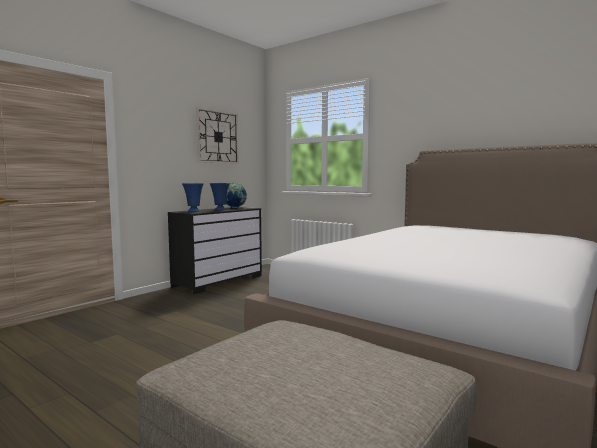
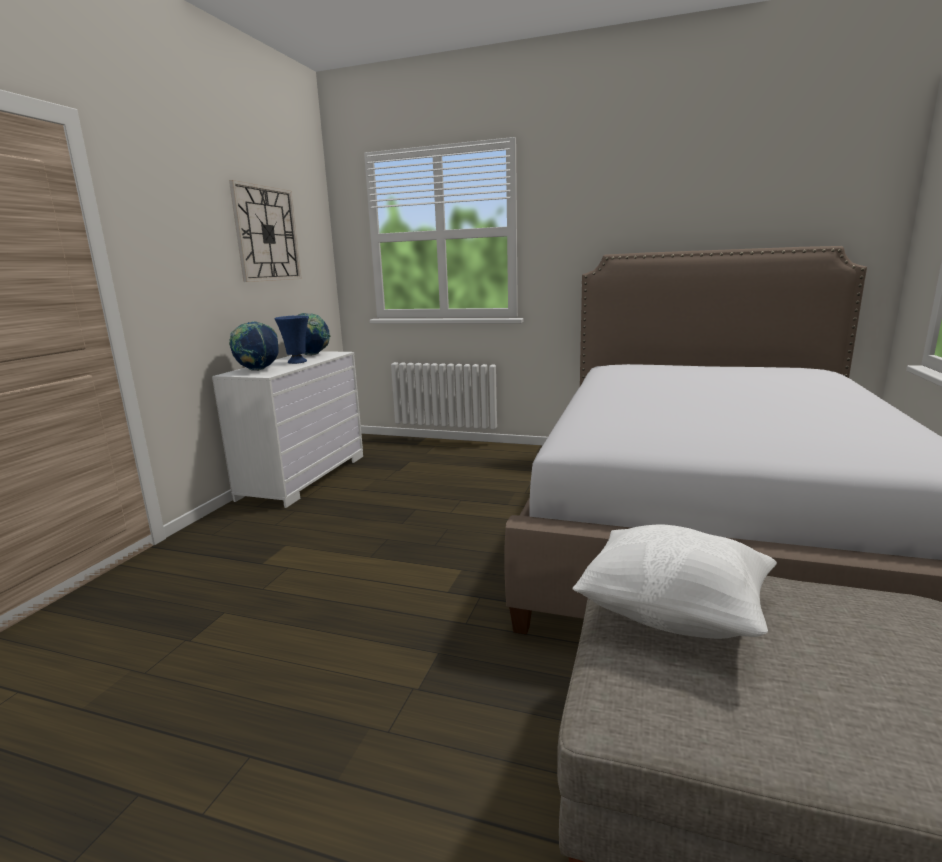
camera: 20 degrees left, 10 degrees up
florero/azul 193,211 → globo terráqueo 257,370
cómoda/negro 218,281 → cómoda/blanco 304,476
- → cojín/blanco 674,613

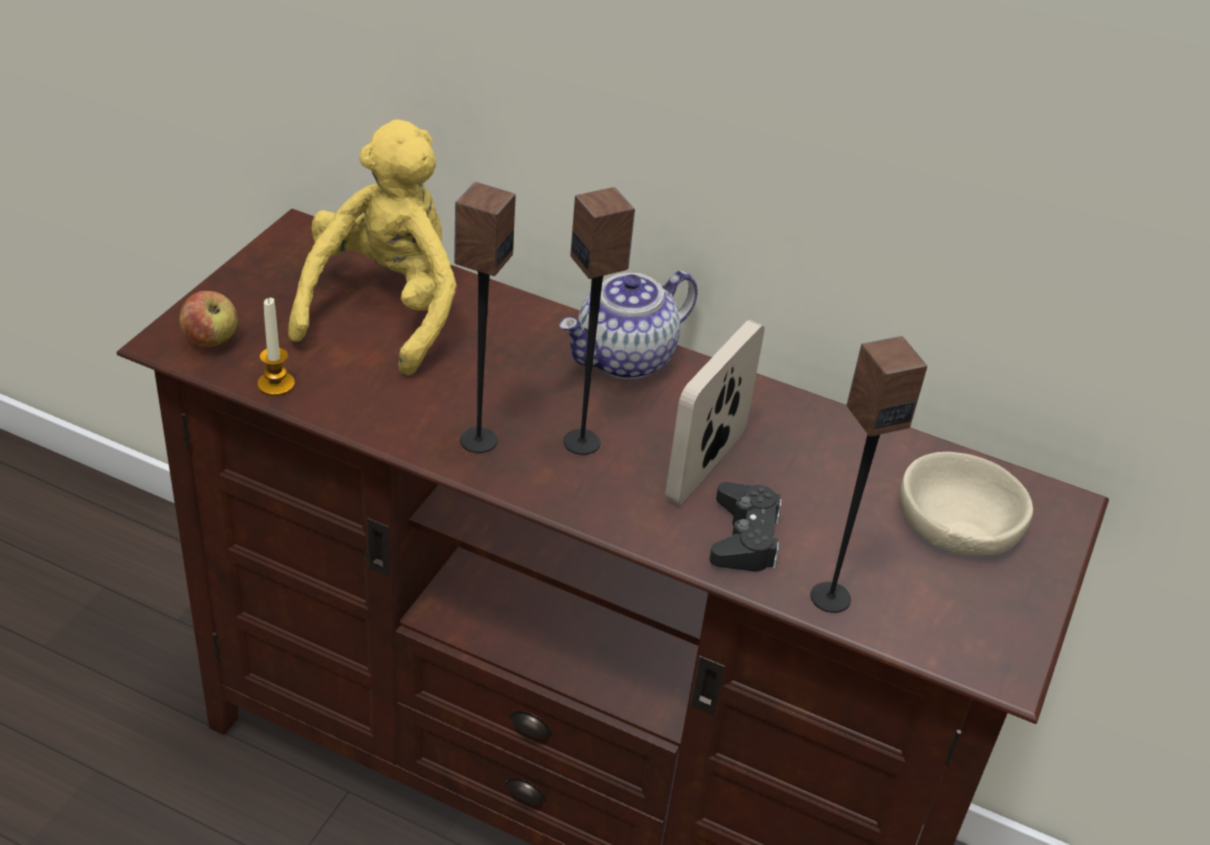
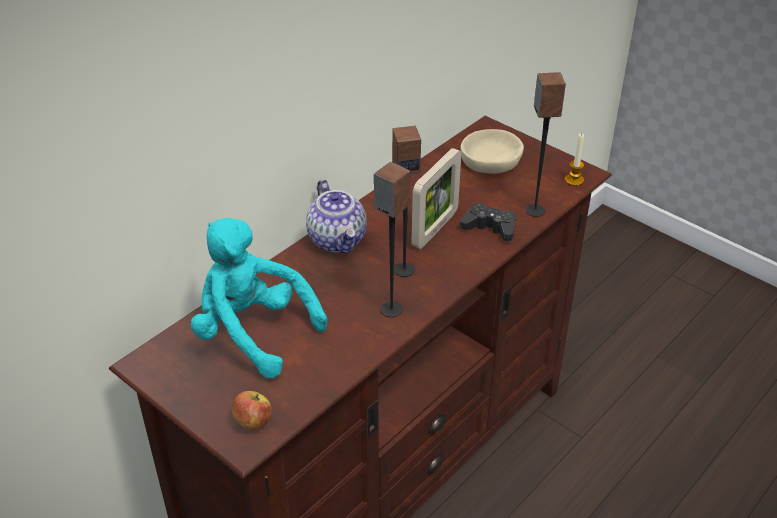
camera: 70 degrees left, 0 degrees up
peluche/amarillo 384,310 → peluche/turquesa 252,332
vela 276,384 → vela 574,180, shifted
portarretratos 705,466 → portarretratos 435,229, 105 degrees counterclockwise

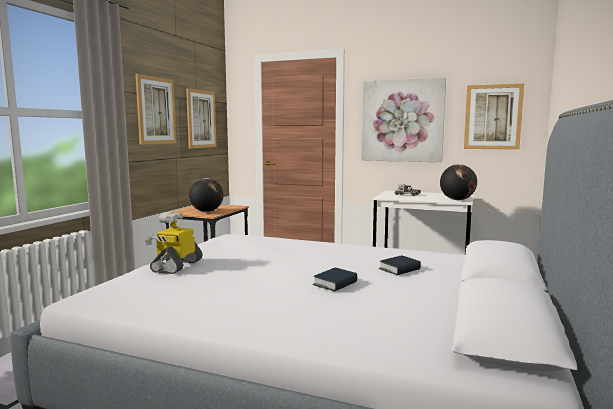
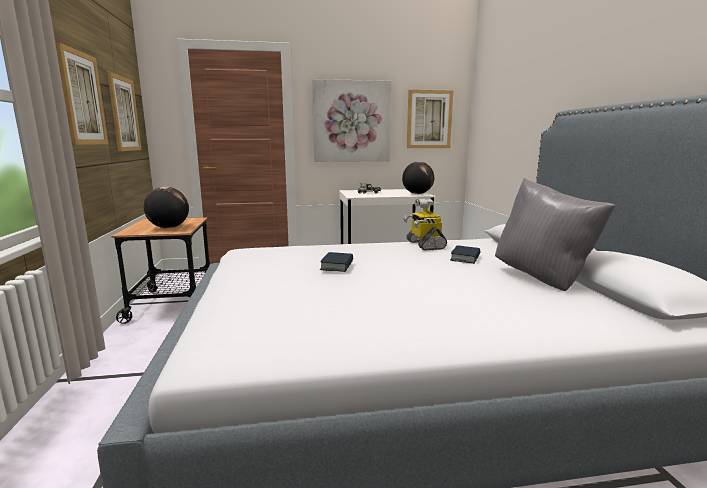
camera: 30 degrees left, 5 degrees up
robot de juguete 176,266 → robot de juguete 424,245, shifted
libro 335,284 → libro 337,266, shifted
- → cojín/gris 542,278

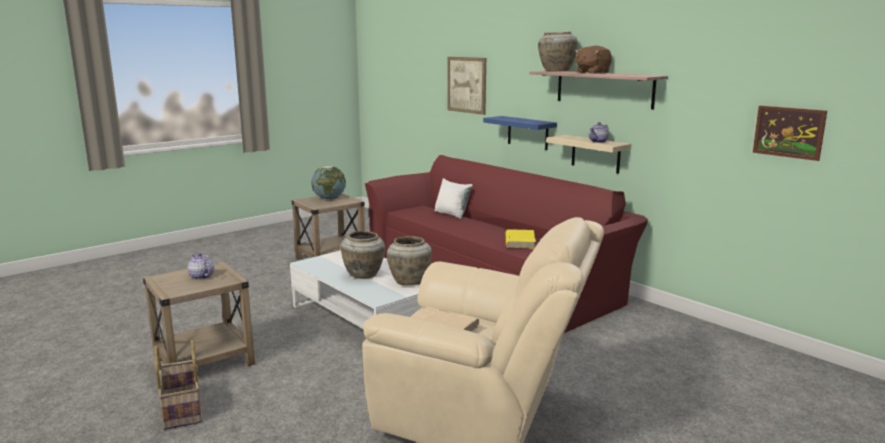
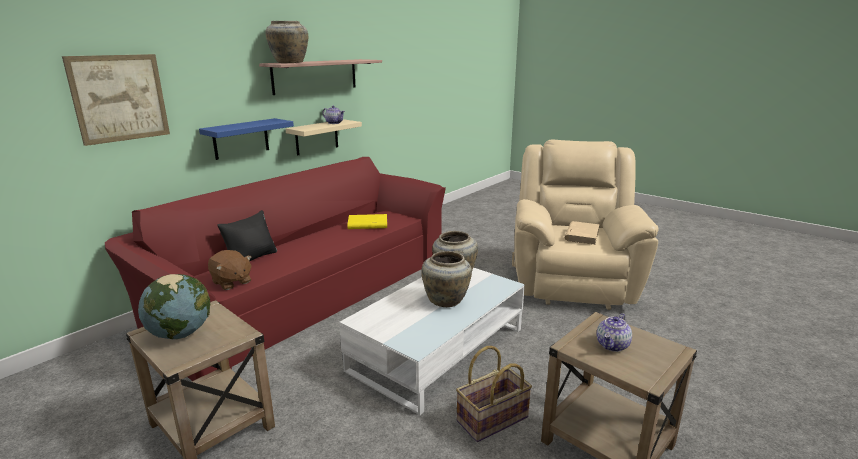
camera: 100 degrees left, 5 degrees up
peluche/marrón 592,73 → peluche/marrón 231,282, shifted
cuadro 788,132 → -
cojín/blanco 452,214 → cojín/negro 252,258
cesta 181,410 → cesta 492,420, shifted

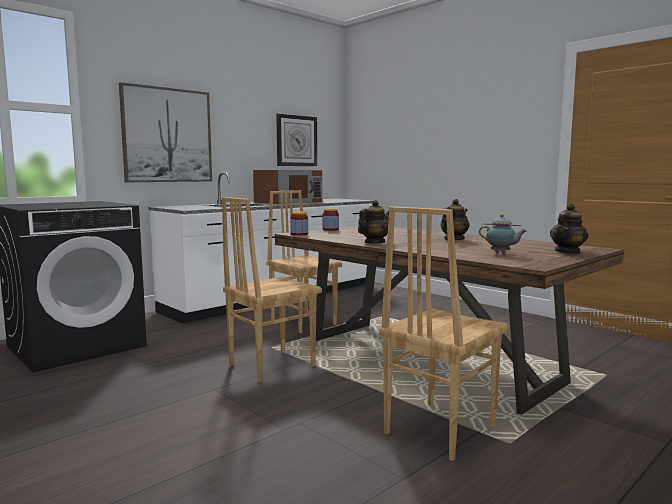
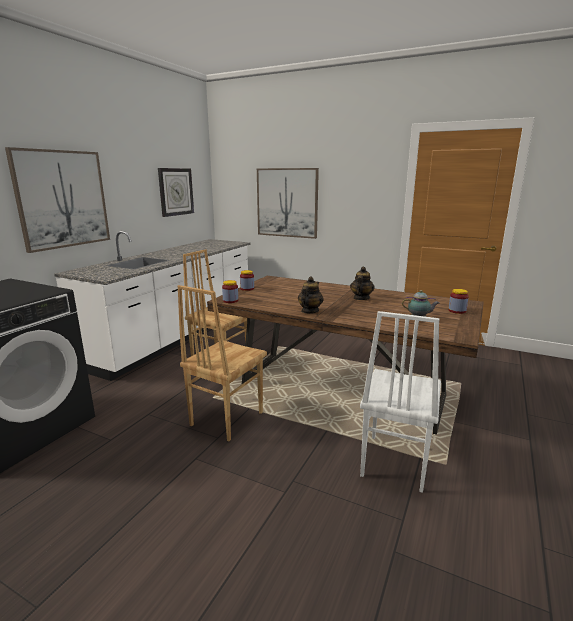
camera: 20 degrees left, 10 degrees up
microondas/marrón 289,202 → -
tetera 568,252 → tarro 457,311
silla/marrón 438,429 → silla/blanco 393,462
- → cuadro 287,203

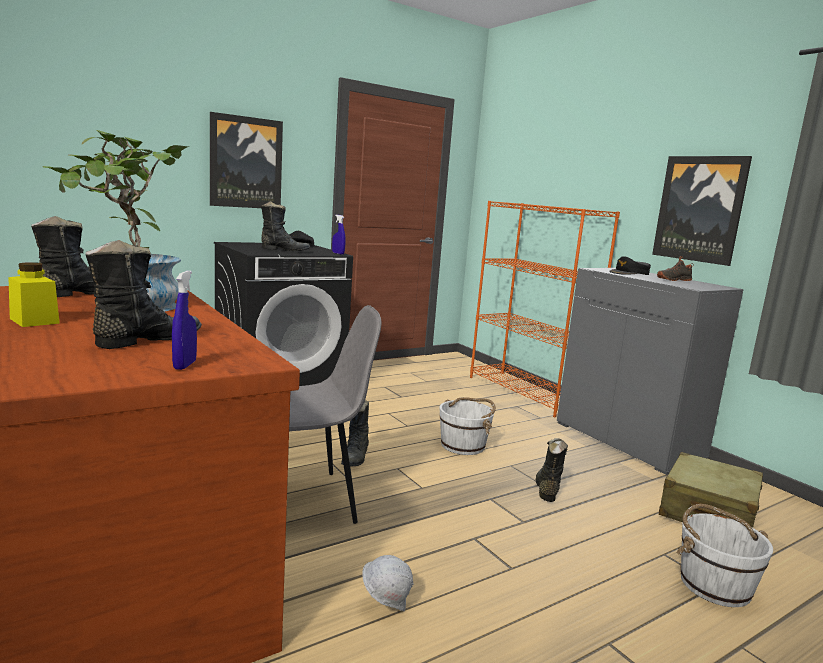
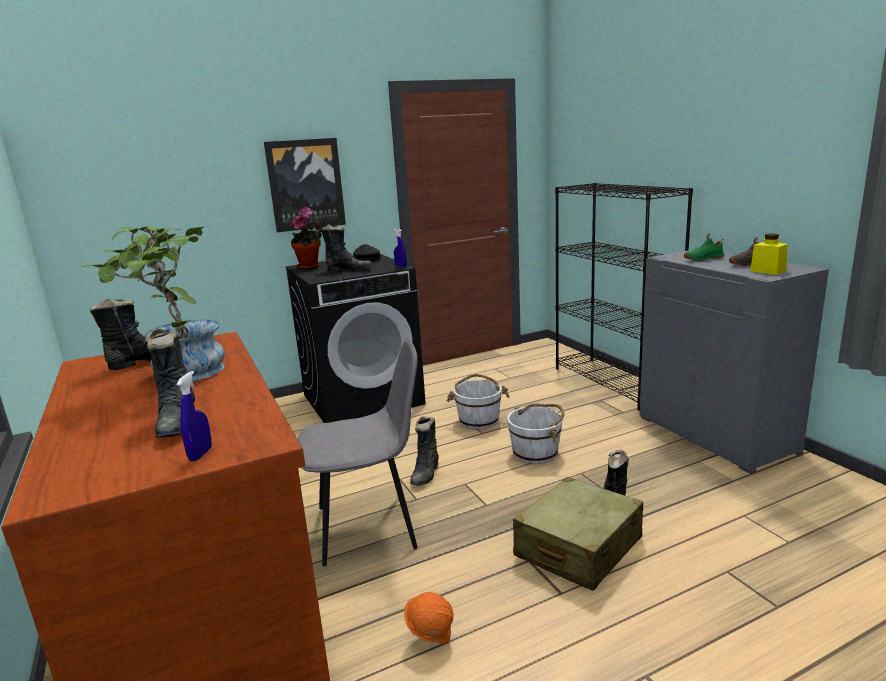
camera: 10 degrees right, 5 degrees up
cuadro 700,209 → -
estantería/naranja 526,393 → estantería/negro 613,382
bota/negro 146,340 → bota/negro 179,422, 120 degrees clockwise
gorra/negro 629,273 → zapato/verde 702,259
tarro/amarillo 34,321 → tarro/amarillo 767,271, shifted
maleta/beis 707,512 → maleta/beis 578,548, shifted
cubo/blanco 714,584 → cubo/blanco 478,420, shifted
casco/blanco 385,605 → casco/naranja 431,637
- → planta en maceta 310,266

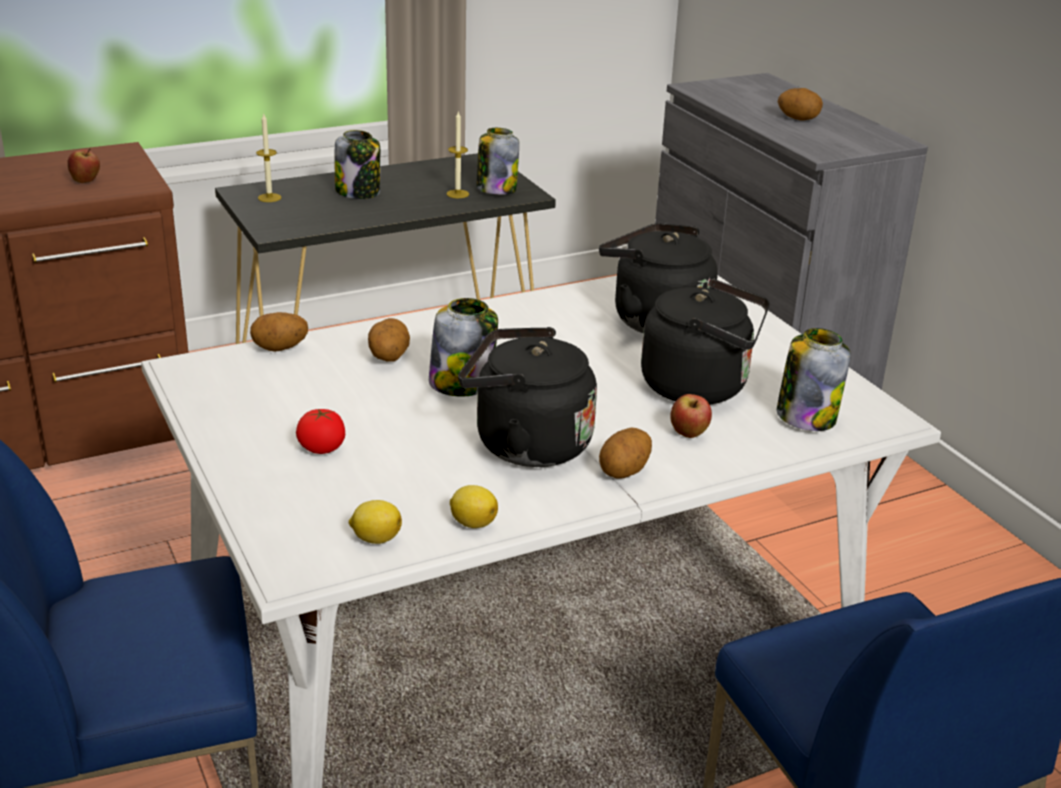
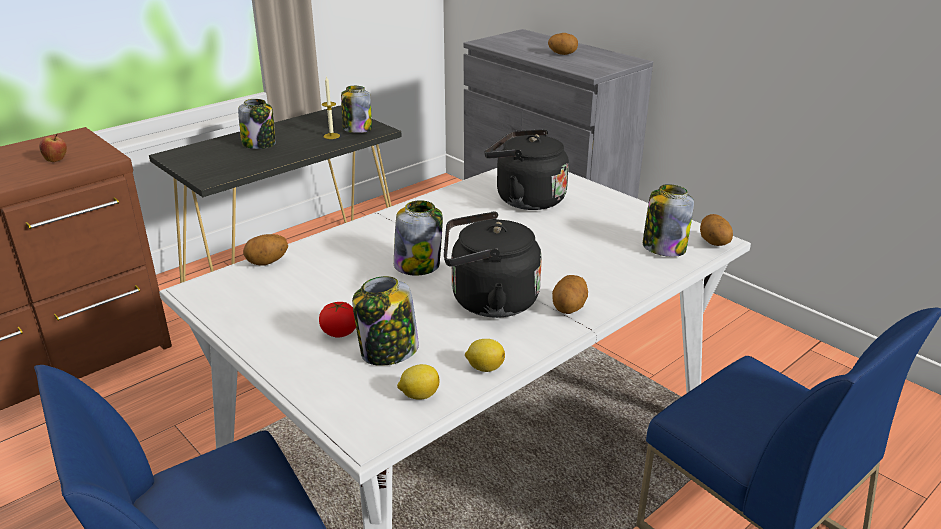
camera: 15 degrees left, 0 degrees up
vela 269,197 → -
hervidor/negro 701,387 → -
patata 388,358 → patata 713,243, shifted
manzana 689,434 → -
- → tarro 388,352

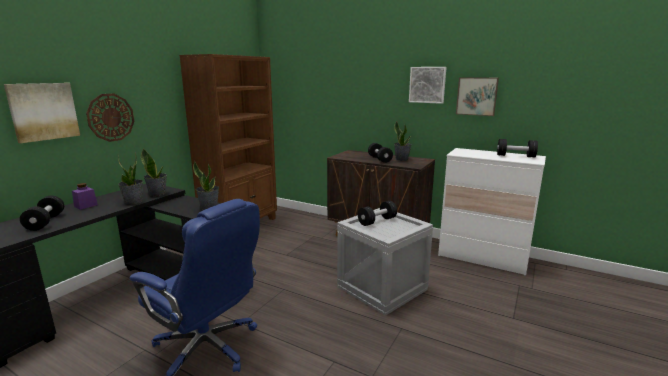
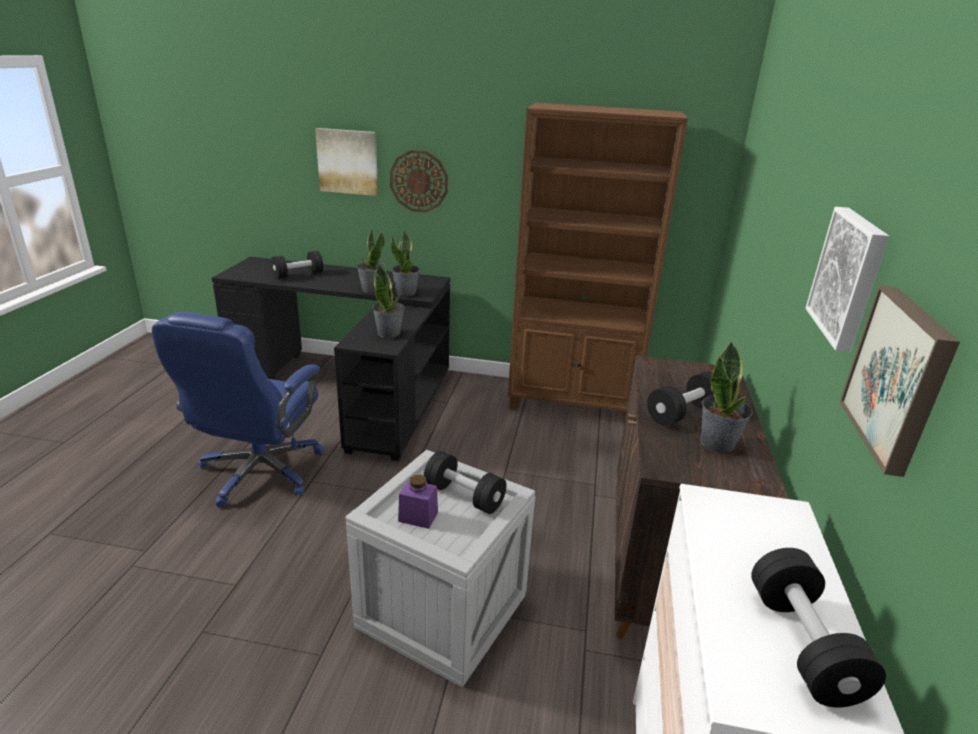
camera: 70 degrees right, 10 degrees up
tarro/morado 86,206 → tarro/morado 418,516, shifted

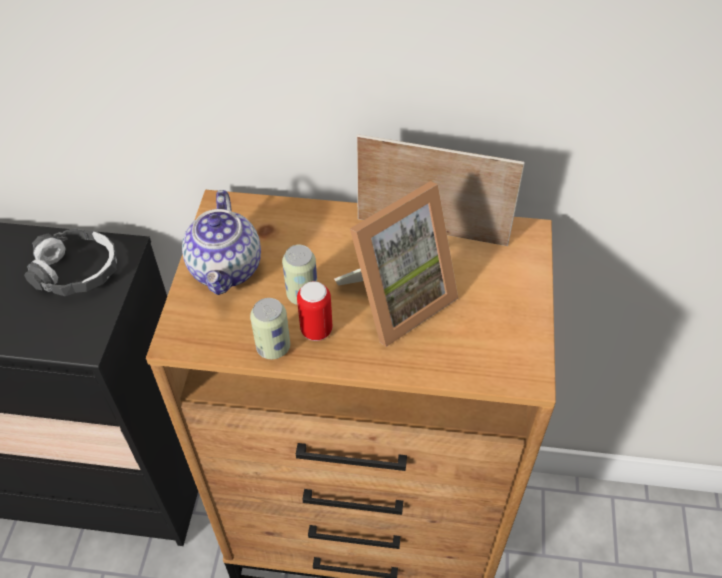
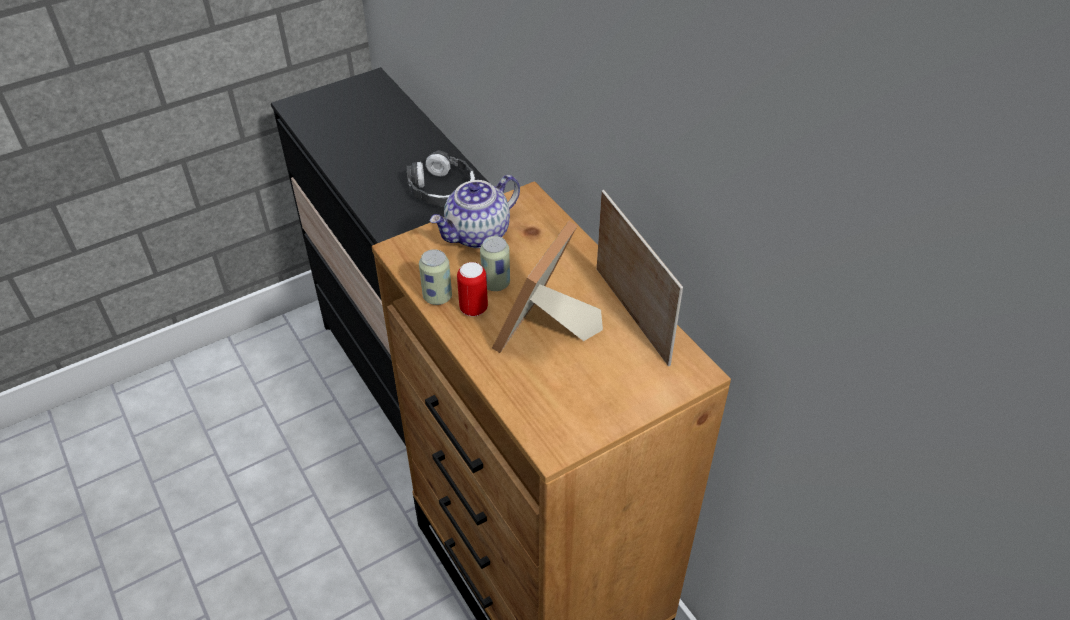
camera: 50 degrees right, 5 degrees down
portarretratos 396,299 → portarretratos 544,333, 105 degrees clockwise

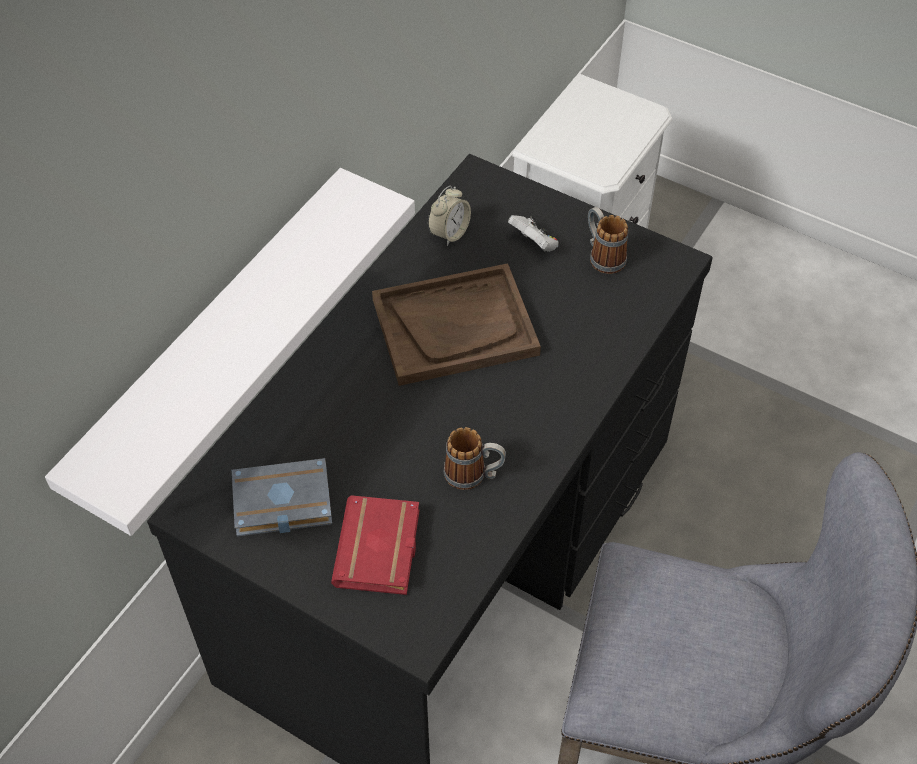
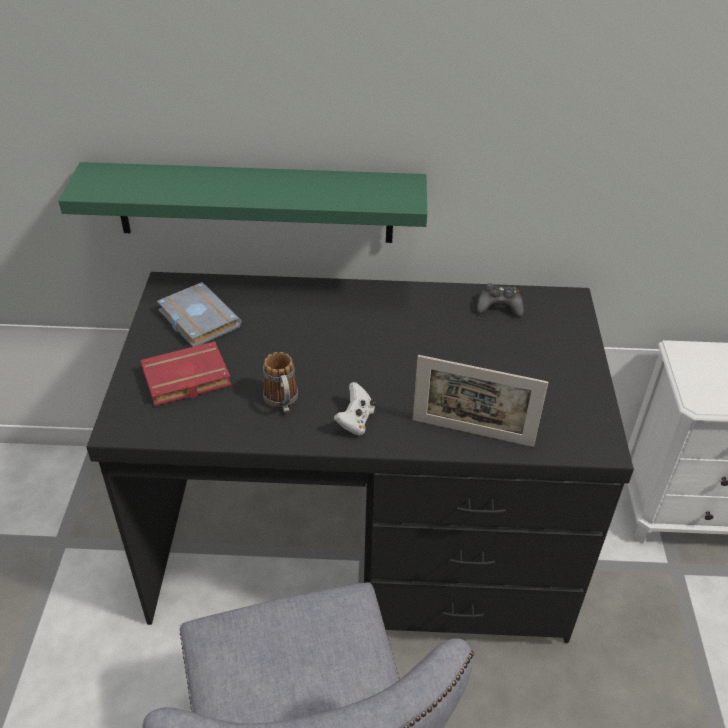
camera: 60 degrees right, 10 degrees down
estante/blanco 214,342 → estante/verde 255,203
despertador 449,233 → mando de consola/negro 499,306
taza grande 602,256 → -
mando de consola/blanco 534,244 → mando de consola/blanco 355,421, shifted
bandeja/marrón 455,327 → -
- → portarretratos 472,432

